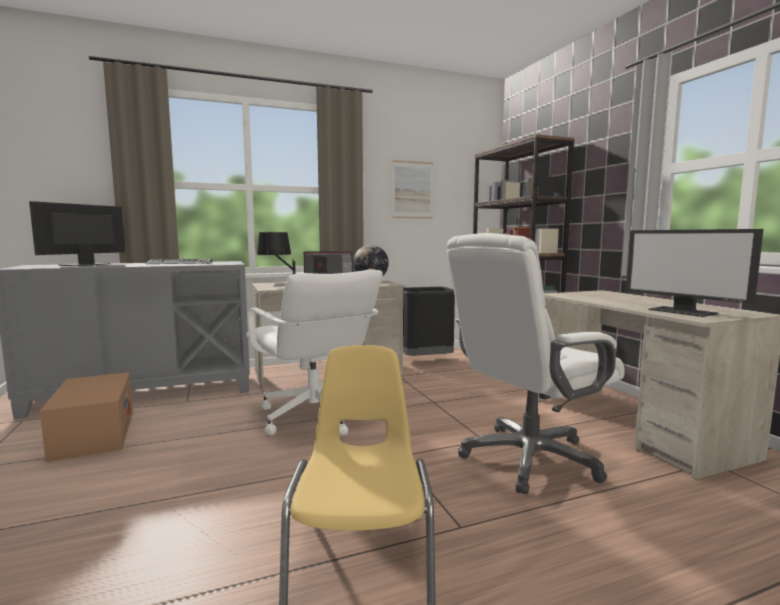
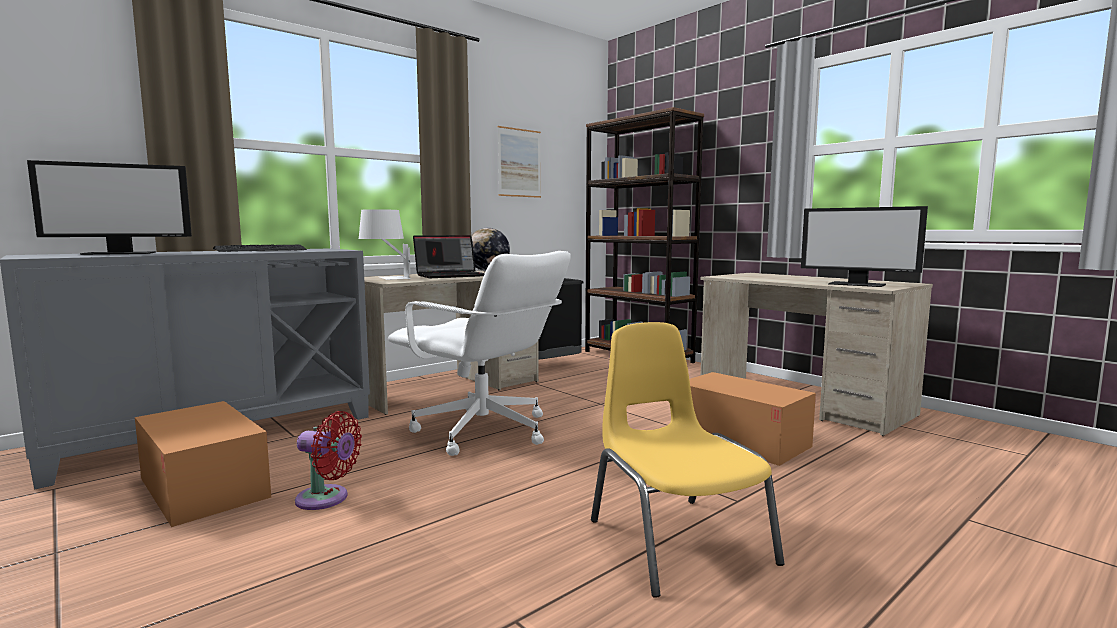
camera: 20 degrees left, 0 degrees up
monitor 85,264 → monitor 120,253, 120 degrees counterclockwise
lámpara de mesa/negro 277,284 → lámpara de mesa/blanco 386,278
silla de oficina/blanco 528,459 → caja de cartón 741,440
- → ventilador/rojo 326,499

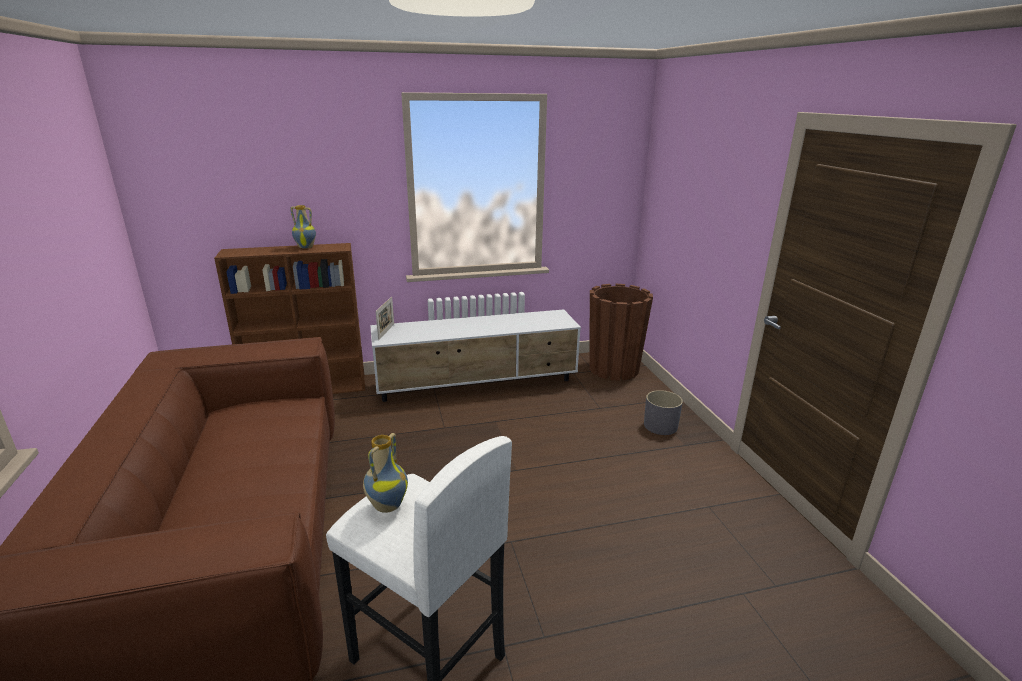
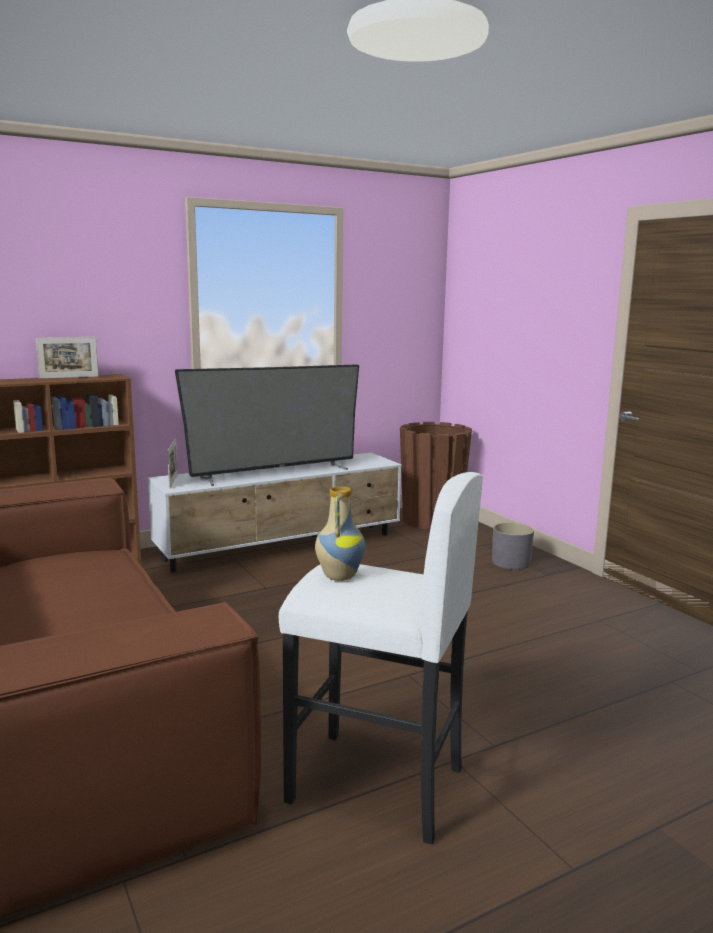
camera: 15 degrees left, 10 degrees down
florero 306,247 → portarretratos 69,377
- → televisor 274,473

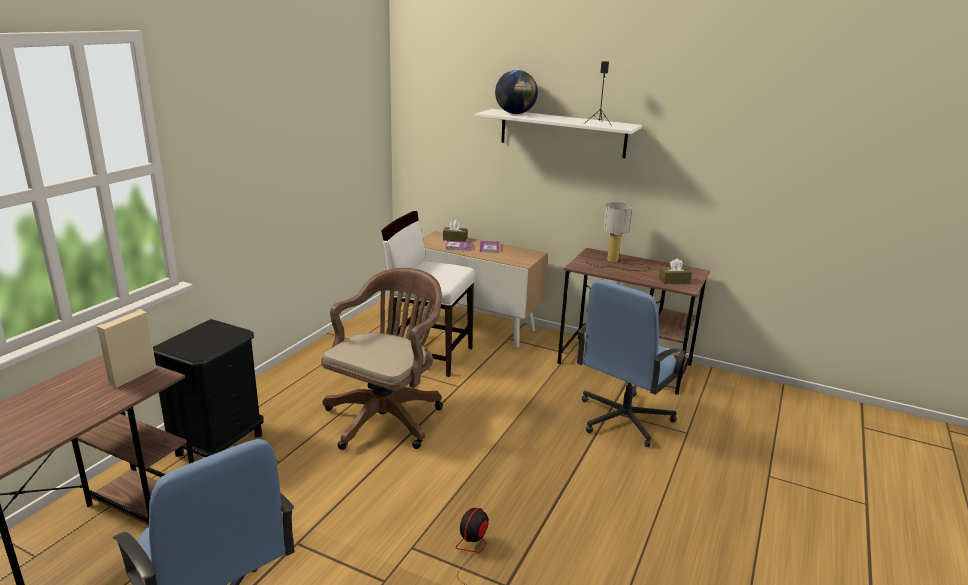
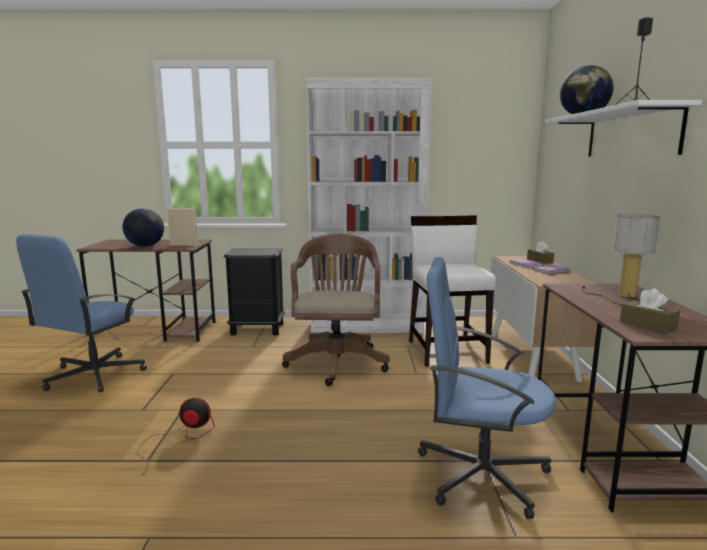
camera: 65 degrees right, 10 degrees down
silla de oficina/marrón 387,416 → silla de oficina/marrón 337,360, 90 degrees counterclockwise
- → estantería/blanco 367,325
- → globo terráqueo 145,246

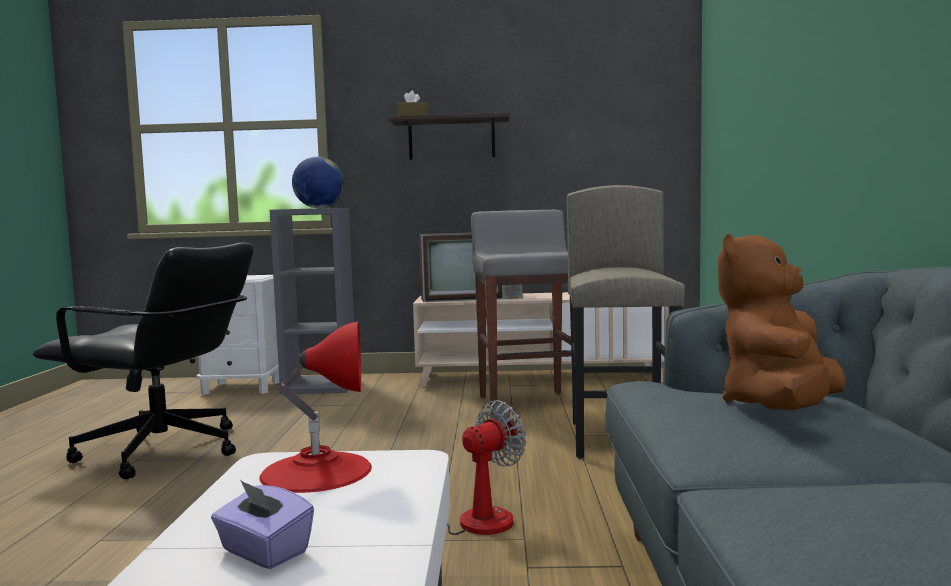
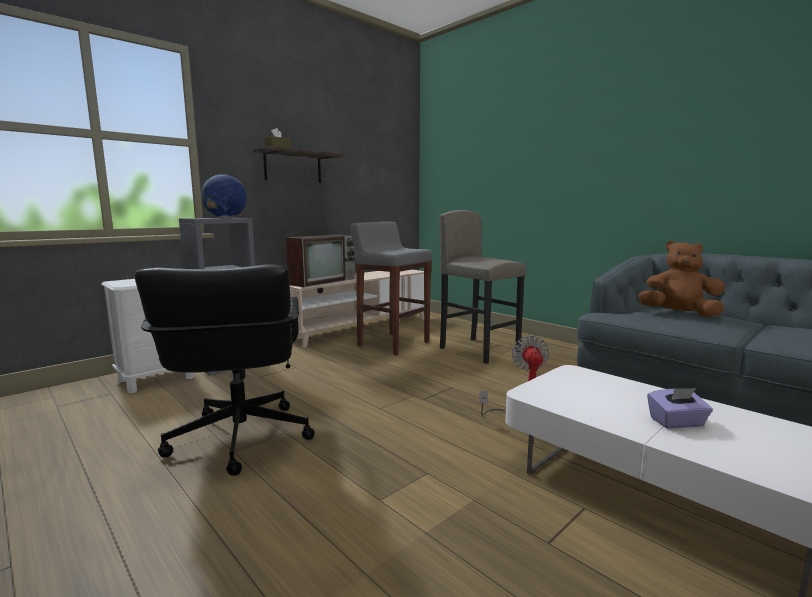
camera: 45 degrees left, 5 degrees up
peluche/marrón 780,409 → peluche/marrón 678,314, 120 degrees clockwise
silla de oficina/negro 162,452 → silla de oficina/negro 239,439, 105 degrees clockwise
lámpara de mesa/rojo 317,471 → -

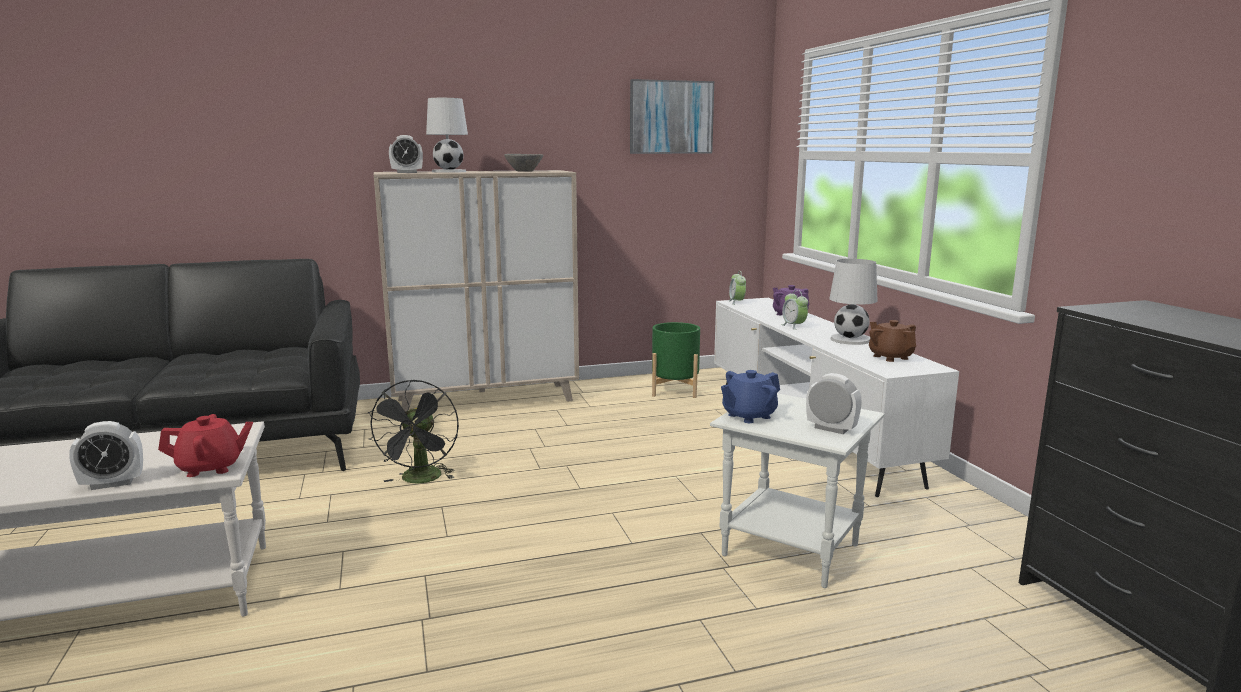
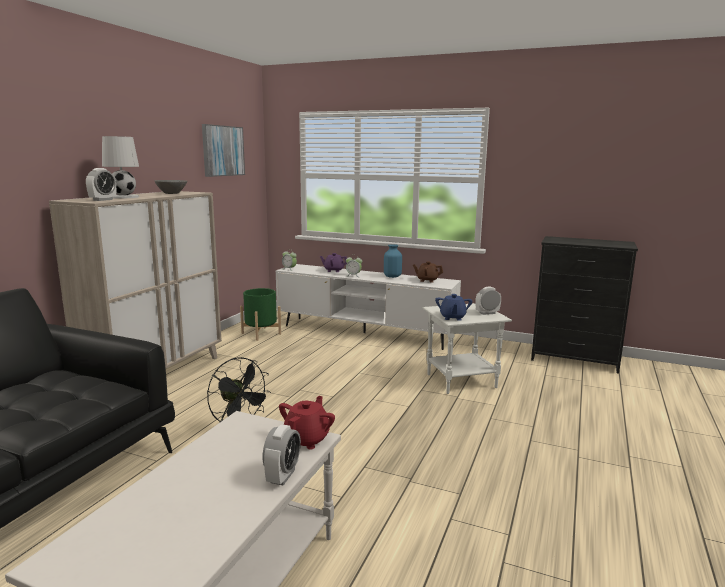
camera: 50 degrees left, 0 degrees up
lámpara de mesa/blanco 849,339 → florero/azul 392,276

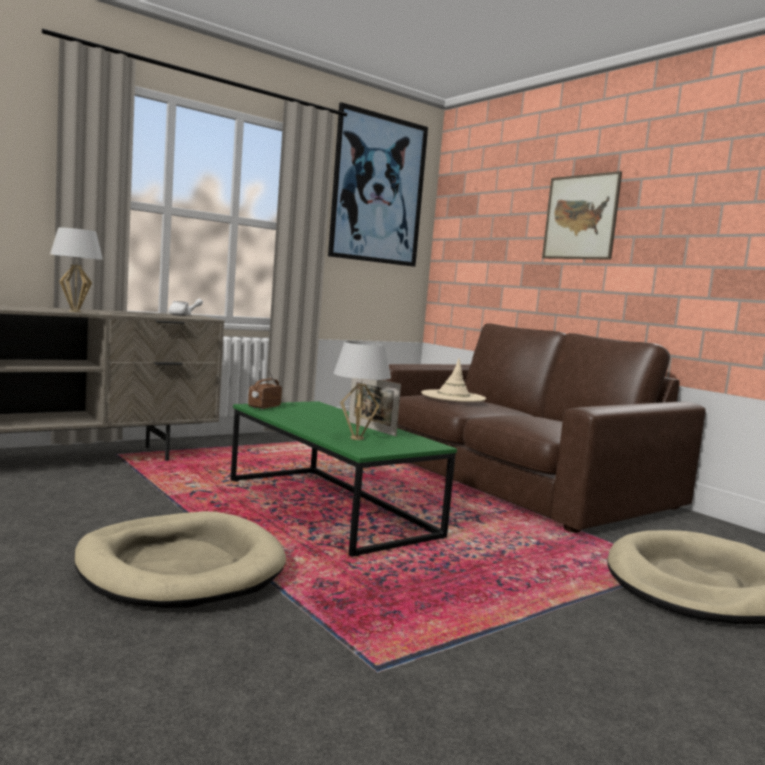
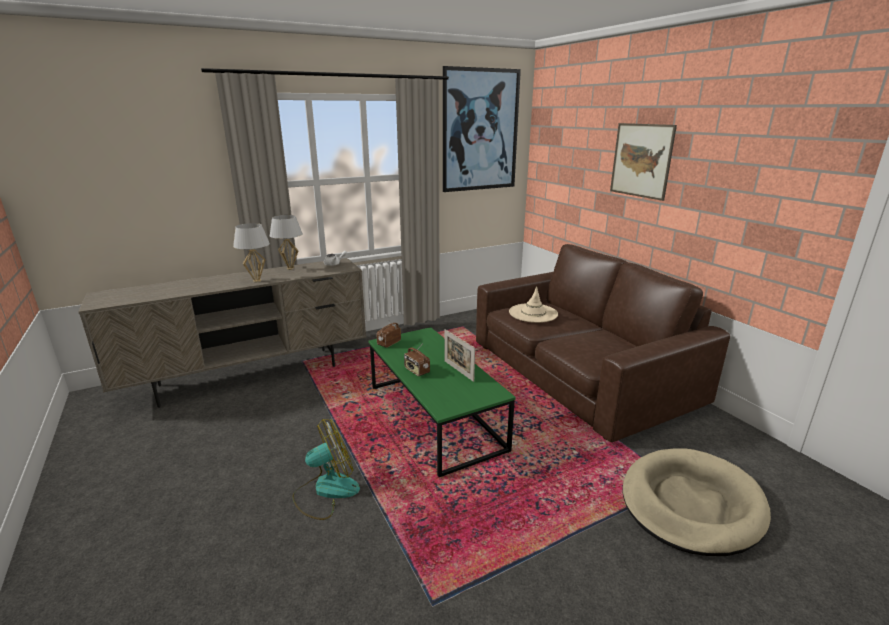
camera: 10 degrees right, 15 degrees up
lámpara de mesa/blanco 357,438 → lámpara de mesa/blanco 290,268, shifted
cama para perro/beis 181,567 → ventilador 326,491
- → radio 416,371

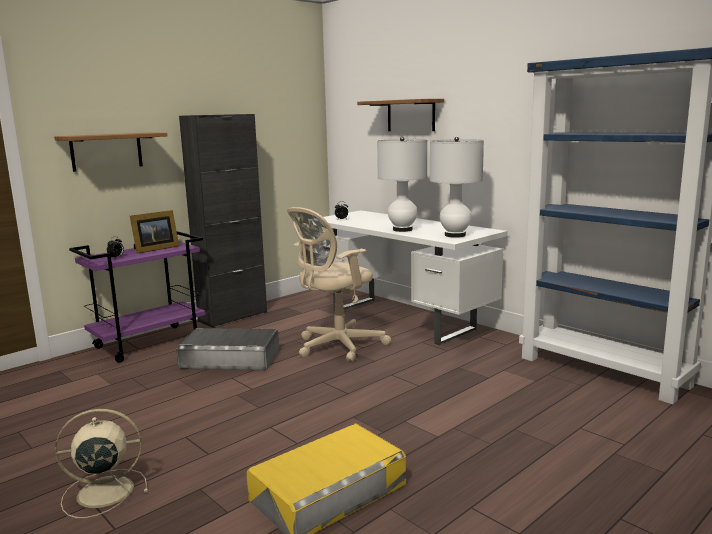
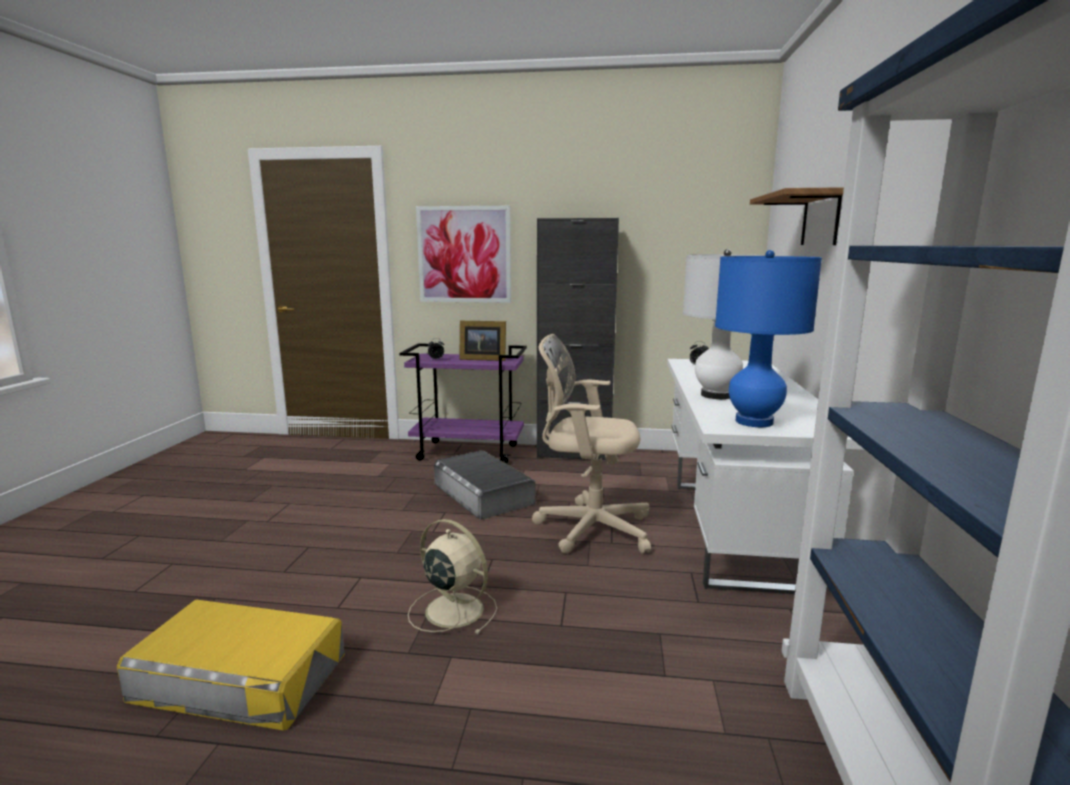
camera: 50 degrees right, 0 degrees up
estante 106,151 → cuadro 464,254
lámpara de mesa/blanco 455,235 → lámpara de mesa/azul 754,422
ventilador/beis 102,492 → ventilador/beis 452,609, shifted

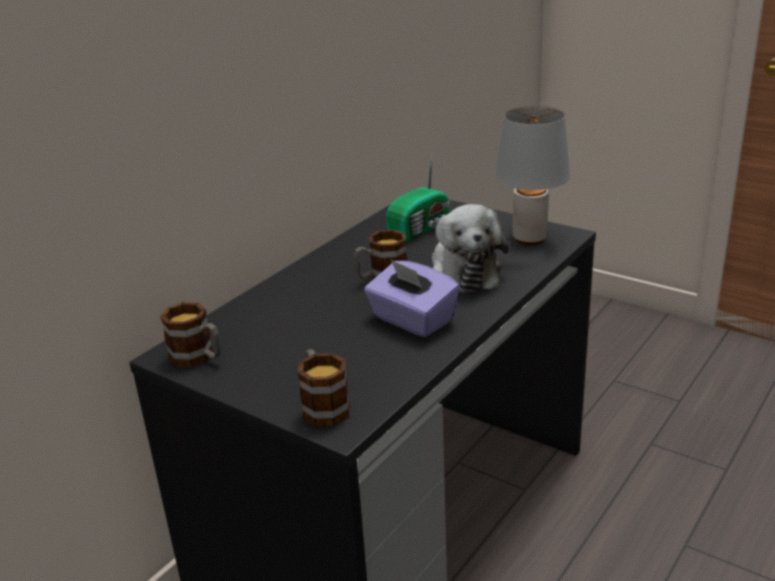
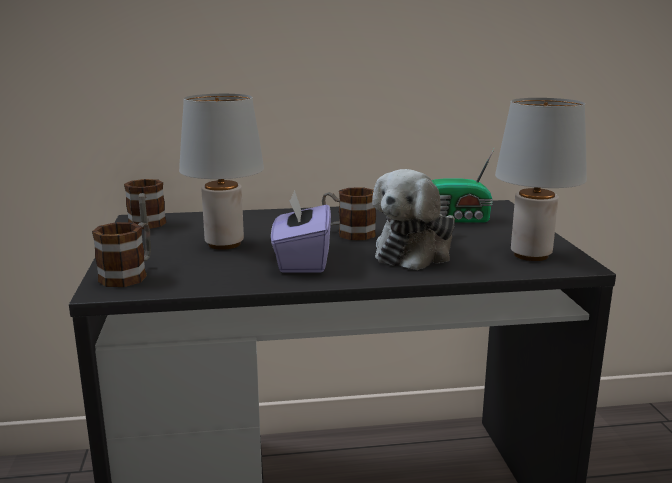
camera: 45 degrees right, 10 degrees down
- → lámpara de mesa/gris 224,243

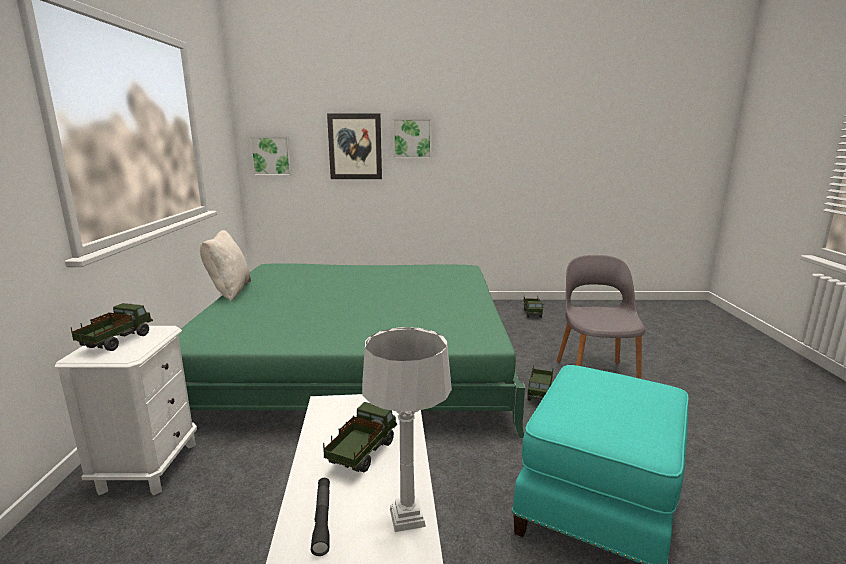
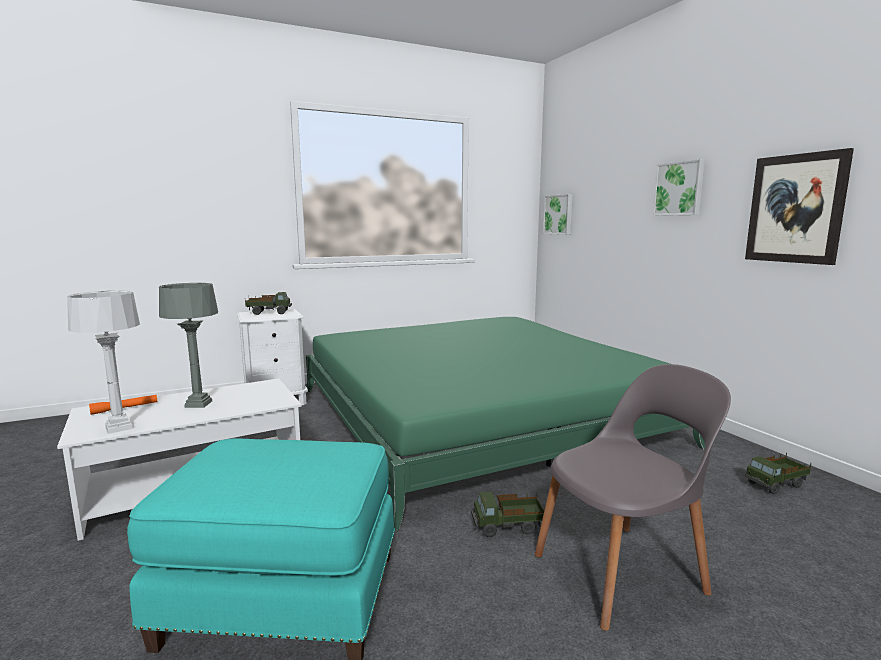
camera: 65 degrees right, 5 degrees down
cuadro 355,146 → cuadro 795,209, shifted
cojín/beis 229,291 → -
camión de juguete 362,454 → lámpara de mesa/gris 198,404
linterna/negro 322,519 → linterna/naranja 125,408

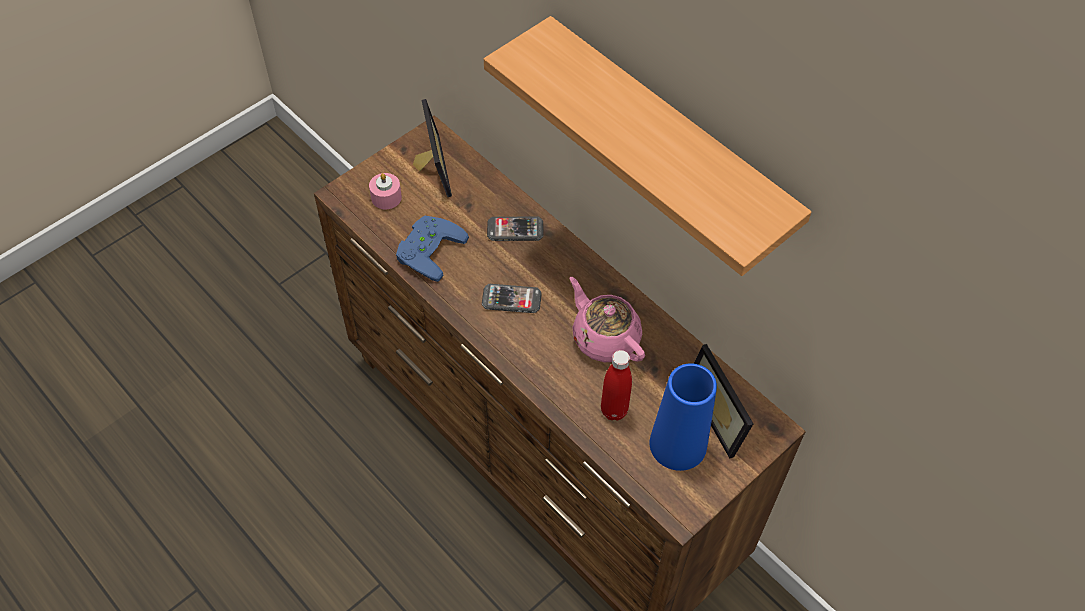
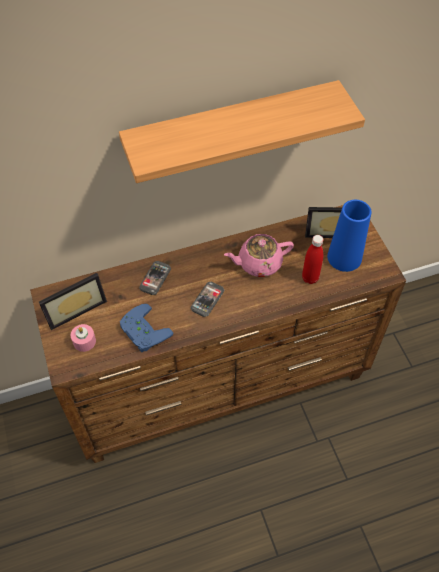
camera: 65 degrees left, 0 degrees up
portarretratos 429,167 → portarretratos 74,307, 135 degrees clockwise

